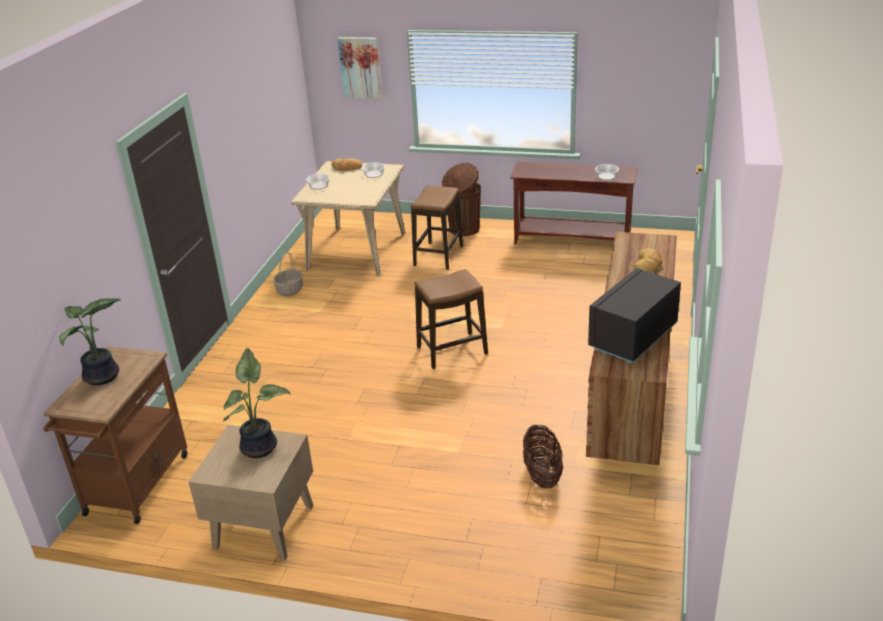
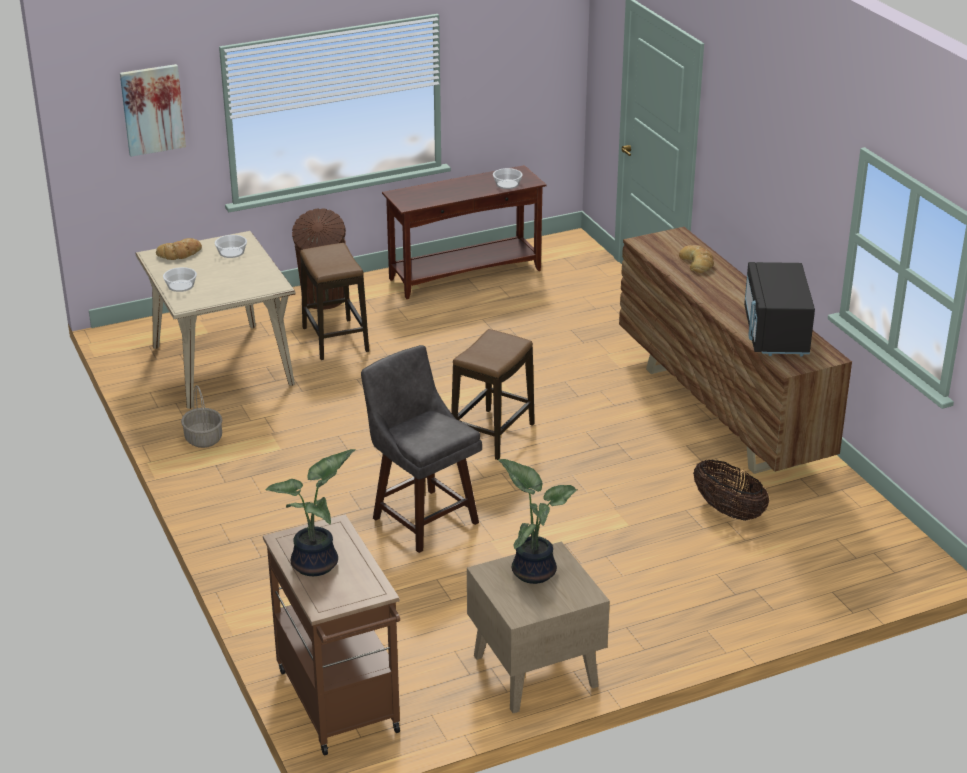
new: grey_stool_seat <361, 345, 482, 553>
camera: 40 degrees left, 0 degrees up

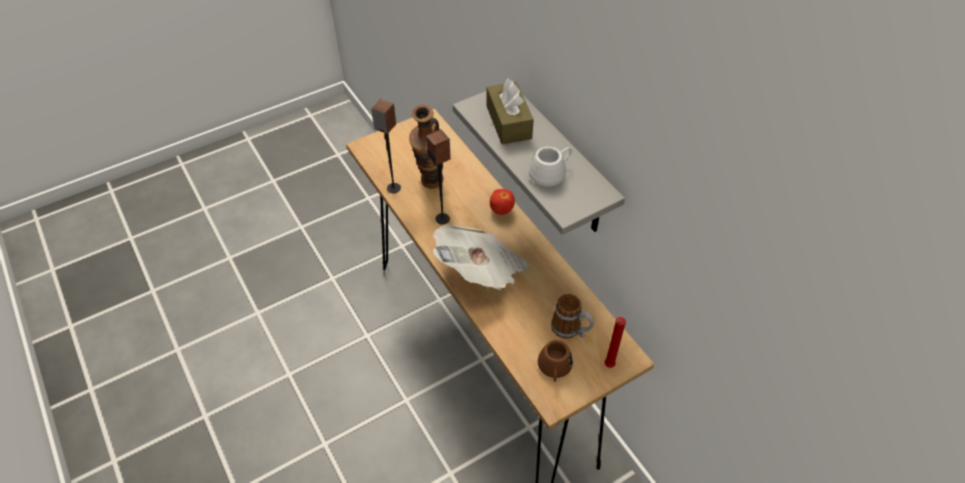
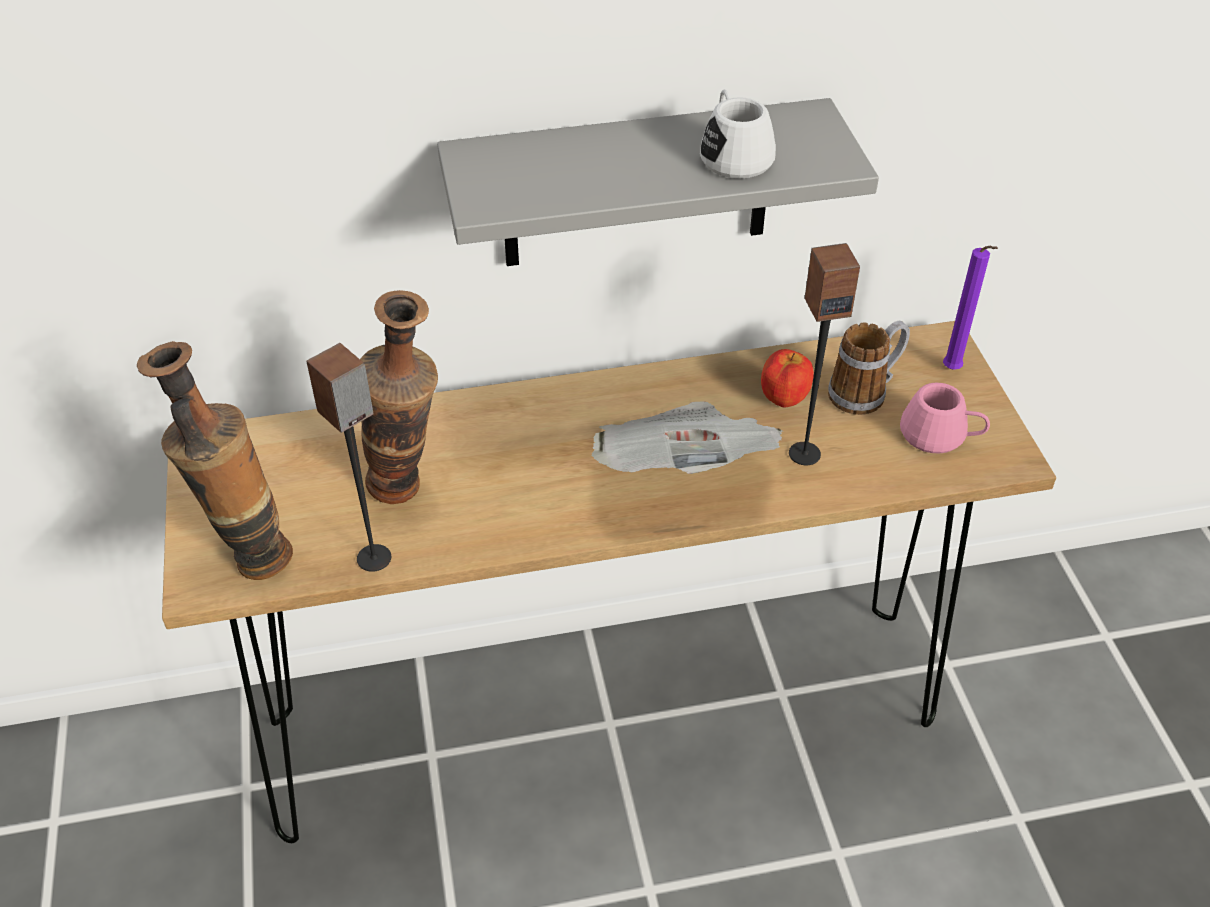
gone: brown_tissue_holder <486, 79, 534, 144>
new: vase <137, 341, 293, 580>
shifted: loudspeaker <426, 129, 451, 224> to <789, 243, 860, 465>; apple_fruit <490, 189, 515, 215> to <761, 349, 814, 407>
repainted: brown_mug <538, 340, 573, 382> to pink_mug <900, 383, 990, 453>; red_wax_candle <604, 317, 626, 368> to purple_wax_candle <943, 246, 998, 369>
camera: 70 degrees left, 5 degrees down

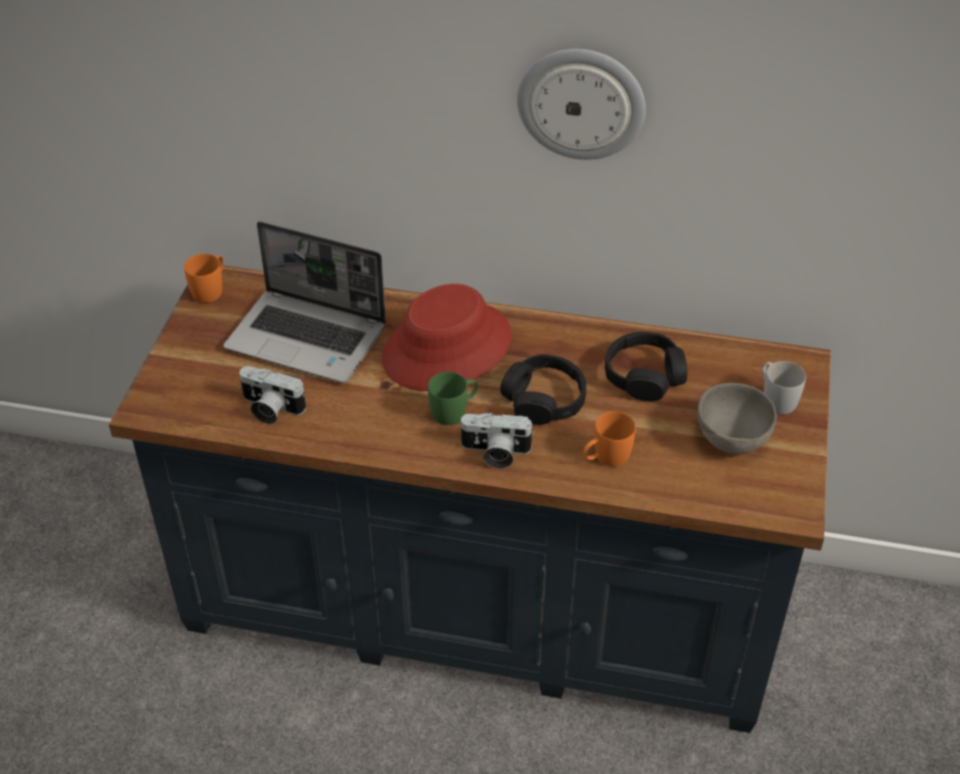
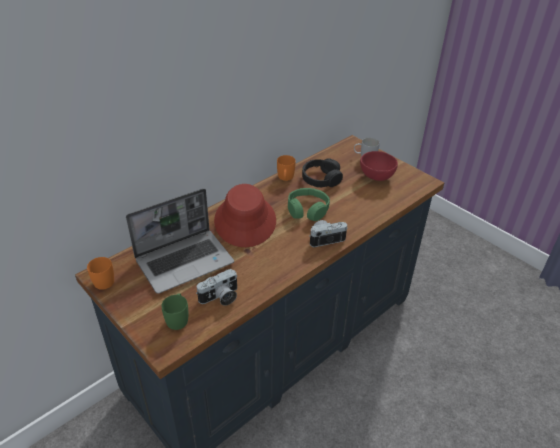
gone: wall_clock <517, 49, 646, 160>
shifted: green_mug <428, 372, 478, 425> to <161, 293, 188, 330>; orangey_mug <583, 412, 636, 467> to <277, 155, 296, 181>
repainted: blackish_headset <500, 354, 586, 425> to green_headset <288, 188, 330, 221>; grey_serving_bowl <697, 383, 777, 454> to red_serving_bowl <360, 151, 398, 181>
rotated: still_camera <458, 413, 535, 469> = <309, 220, 348, 247> 150 degrees counterclockwise
camera: 55 degrees left, 5 degrees down

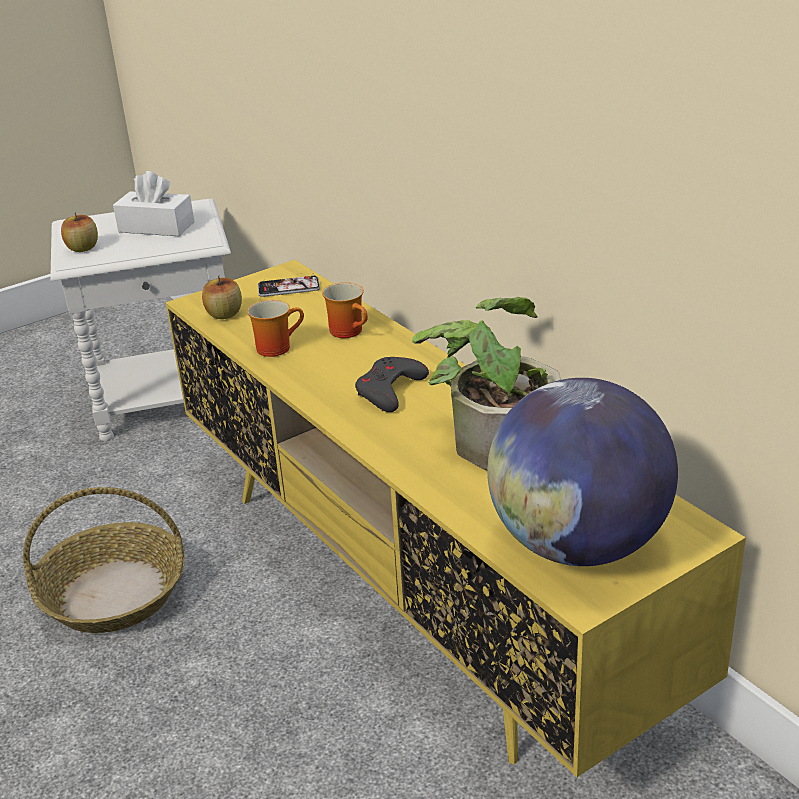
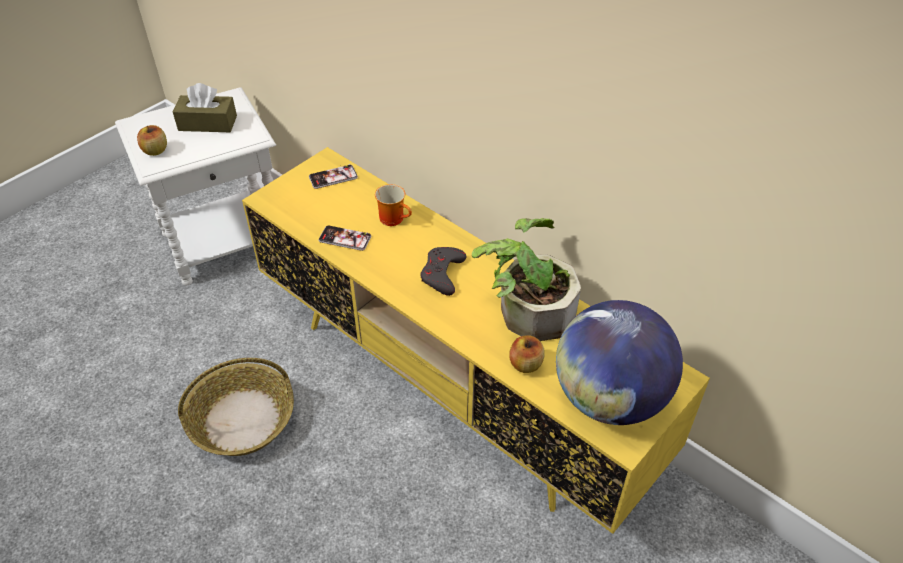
shifted: apple_fruit <202, 276, 242, 319> to <509, 335, 544, 373>
swapped: mug <247, 300, 304, 357> to phone <318, 225, 372, 251>
repainted: white_tissue_holder <113, 171, 194, 236> to brown_tissue_holder <173, 83, 237, 132>
camera: 15 degrees left, 15 degrees up

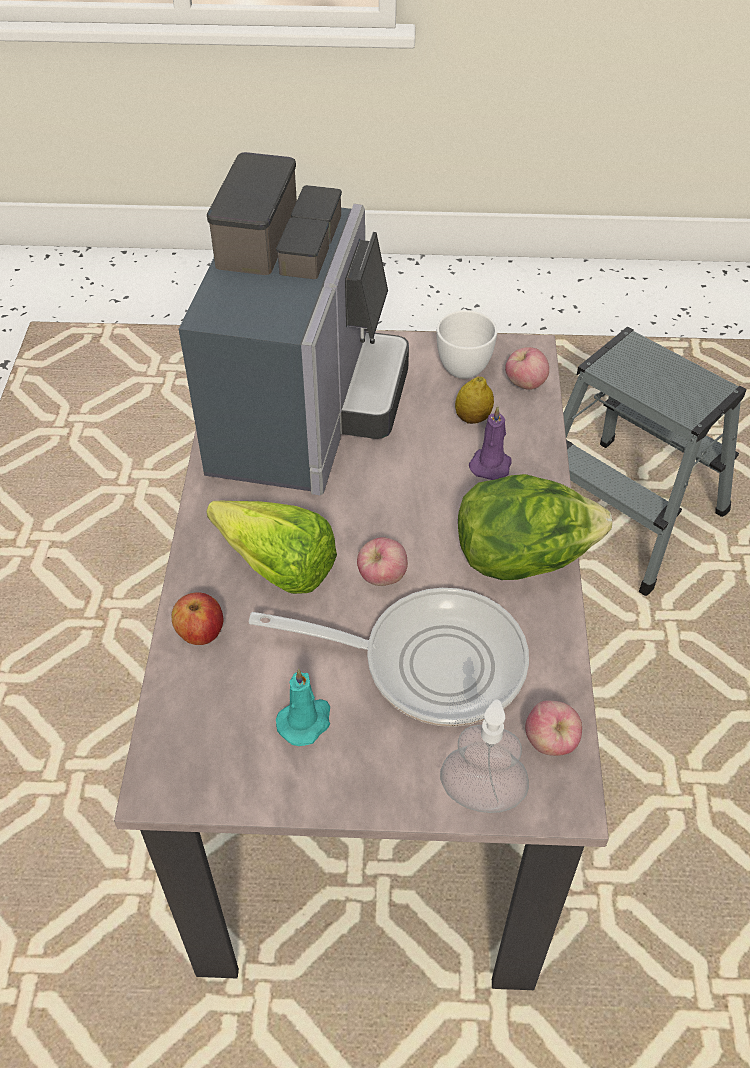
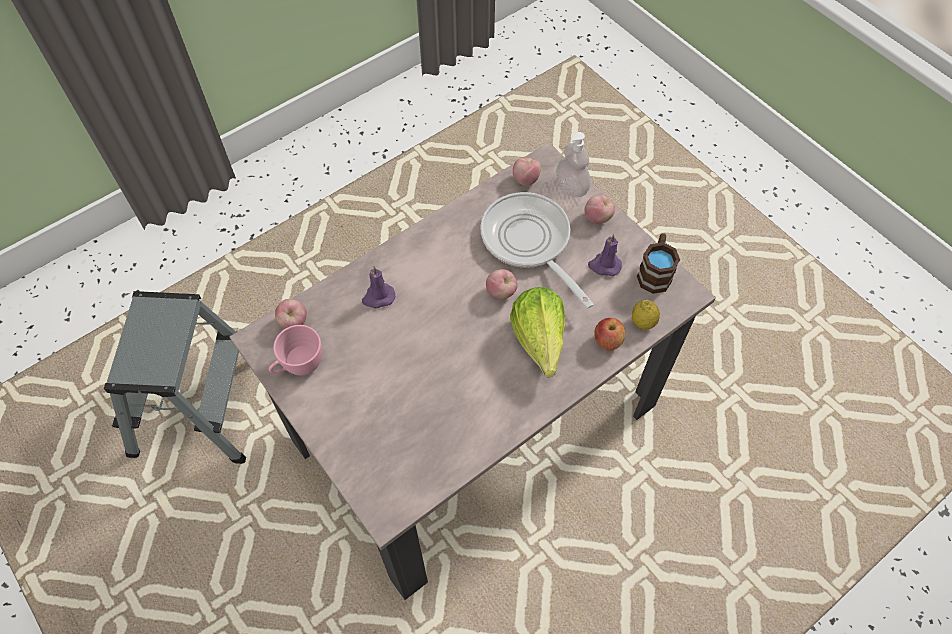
gone: coffee_maker <179, 152, 409, 495>; head_of_lettuce <458, 474, 612, 580>
new: apple_fruit <584, 195, 615, 224>; brown_mug <637, 233, 680, 294>
shifted: whole_lemon <455, 377, 494, 424> to <632, 300, 660, 329>
repainted: turquoise_wax_candle <276, 669, 330, 746> to purple_wax_candle <588, 234, 622, 276>; white_small_cup <437, 310, 497, 379> to pink_small_cup <269, 325, 322, 375>
camera: 130 degrees left, 10 degrees up

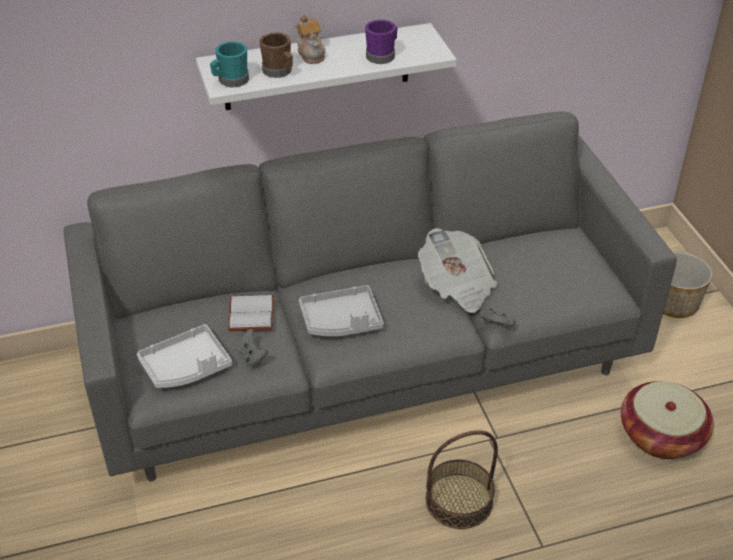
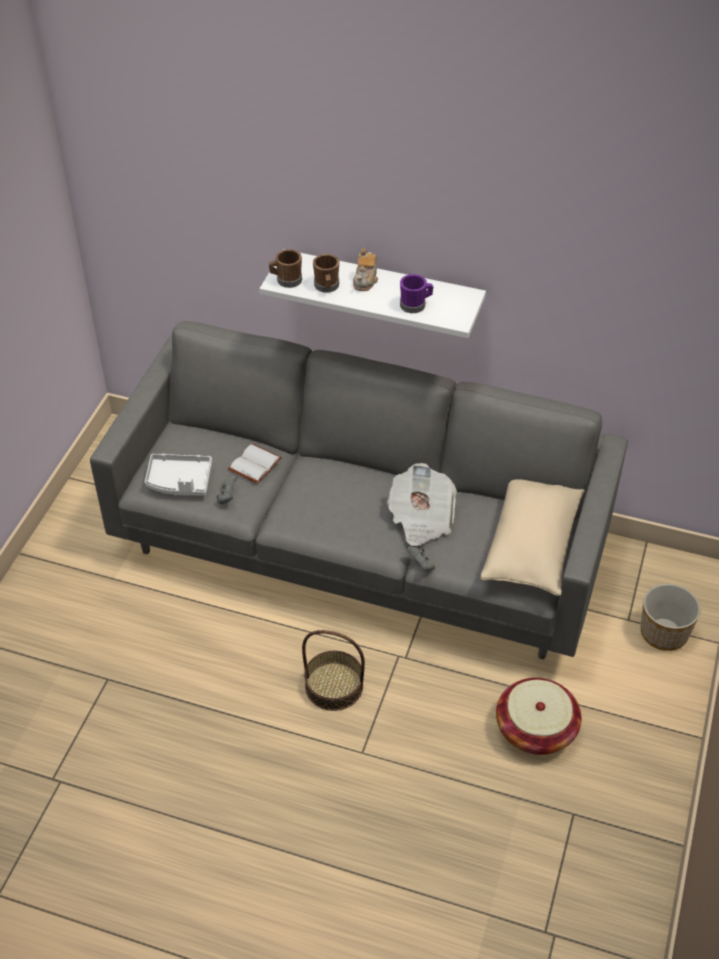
gone: grey_carrying_tray <299, 285, 384, 337>
new: beige-coloured_throw_pillow <480, 479, 585, 596>
repainted: turquoise_mug <210, 42, 249, 87> to brown_mug <269, 249, 302, 288>
camera: 35 degrees right, 5 degrees up

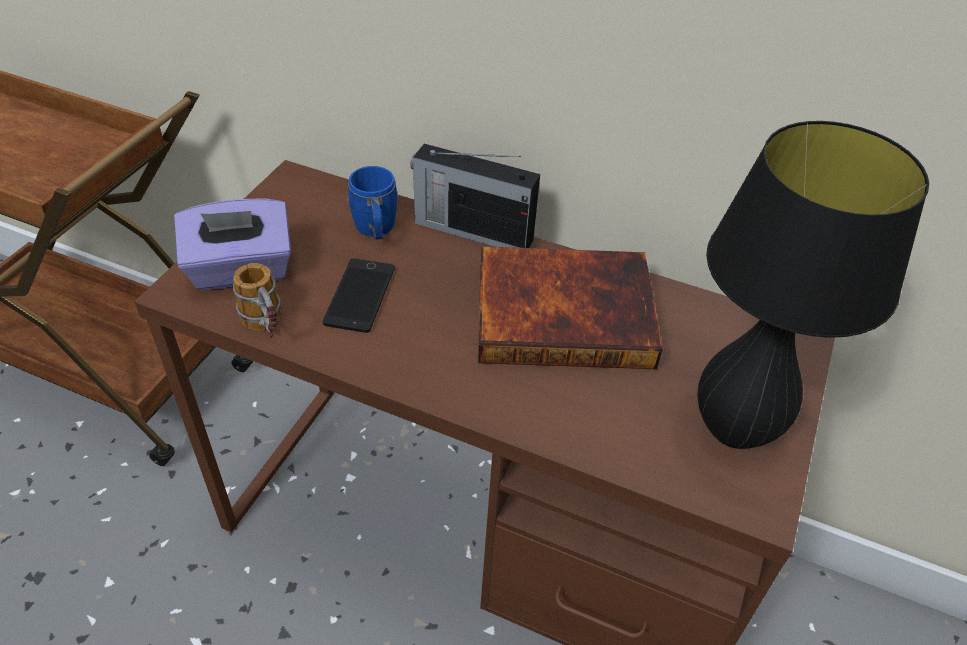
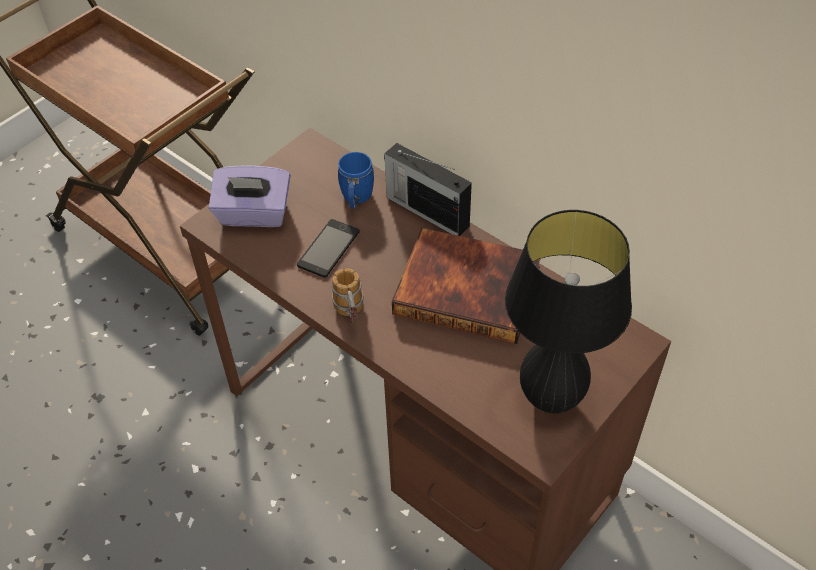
shifted: mug <233, 263, 281, 338> to <331, 268, 364, 326>
camera: 20 degrees right, 5 degrees up

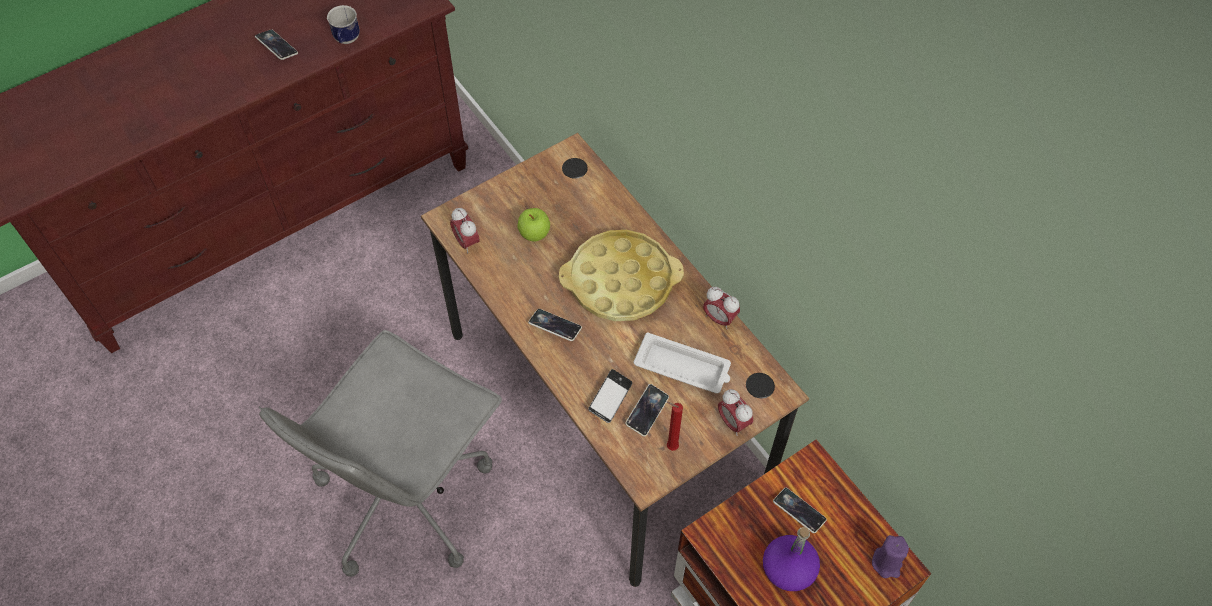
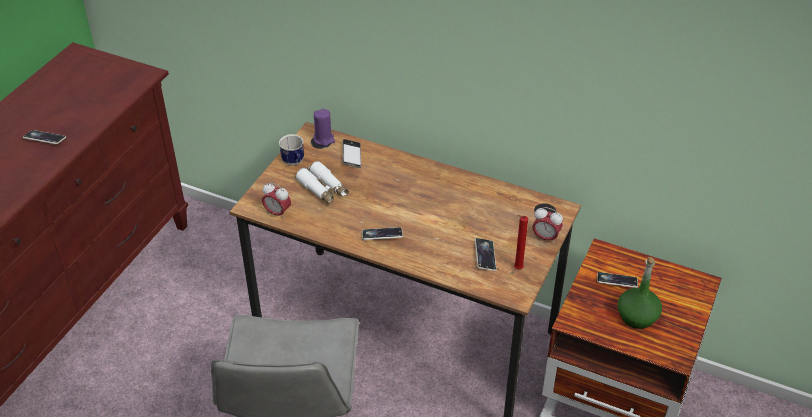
gone: yellowish_carrying_tray <559, 230, 684, 321>; white_carrying_tray <634, 332, 731, 394>; alarm_clock <703, 287, 740, 329>
shifted: mug <327, 5, 360, 44> to <279, 134, 304, 166>; phone <588, 369, 632, 423> to <343, 139, 361, 168>; purple_wax_candle <872, 535, 909, 578> to <314, 109, 335, 146>
swapped: apple_fruit <517, 208, 550, 241> to white_field_glasses <296, 161, 349, 205>
repainted: purple_drink_bottle <763, 527, 820, 591> to green_drink_bottle <618, 257, 662, 329>
camera: 30 degrees left, 15 degrees down

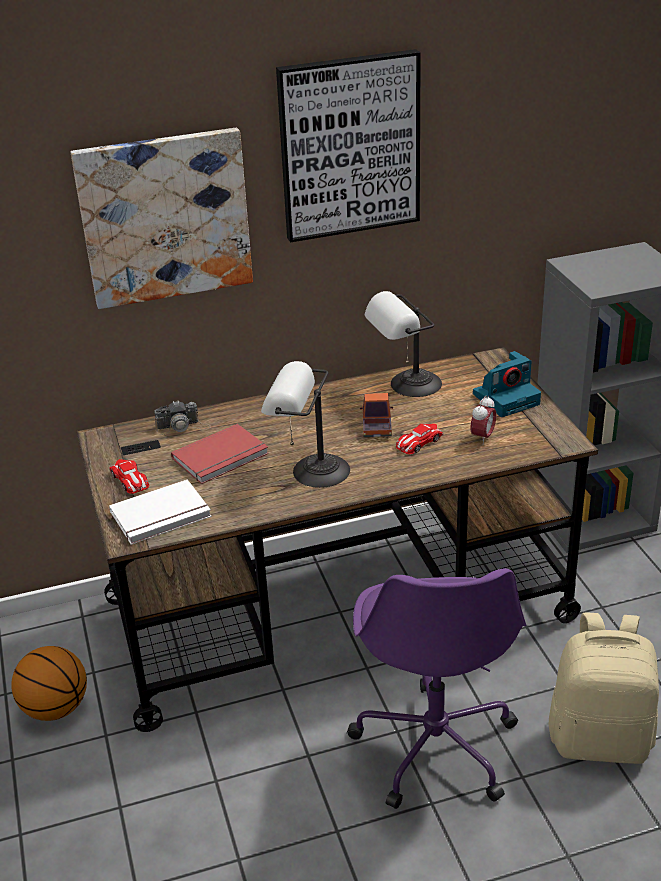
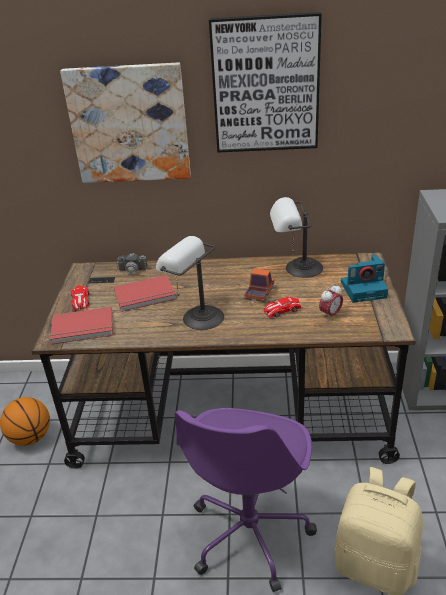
repainted: white_volume <109, 479, 211, 545> to red_volume <50, 307, 113, 344>
camera: 20 degrees right, 0 degrees up

